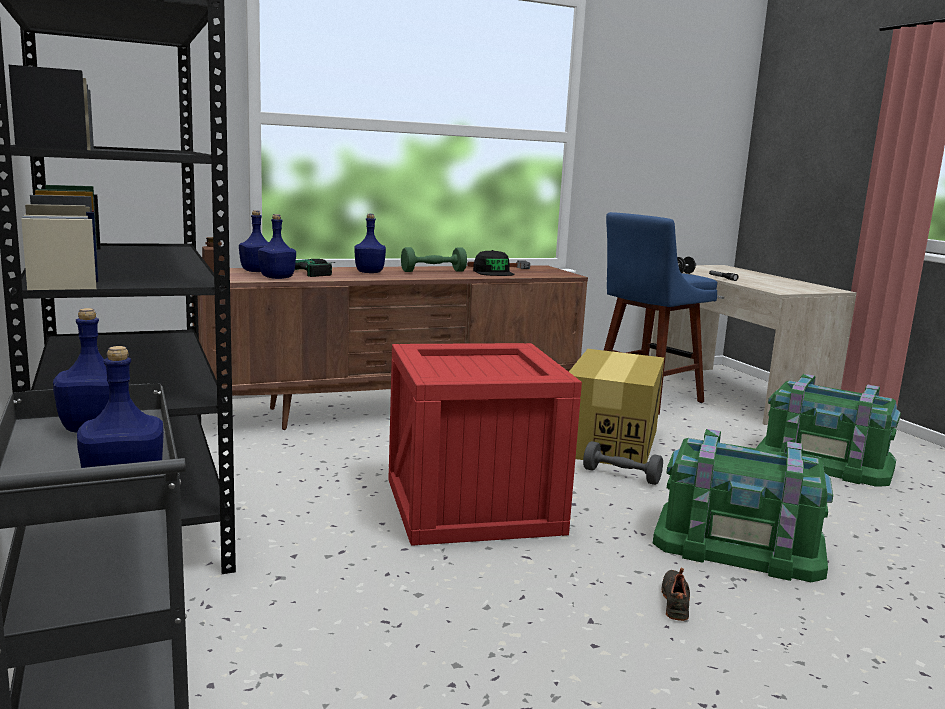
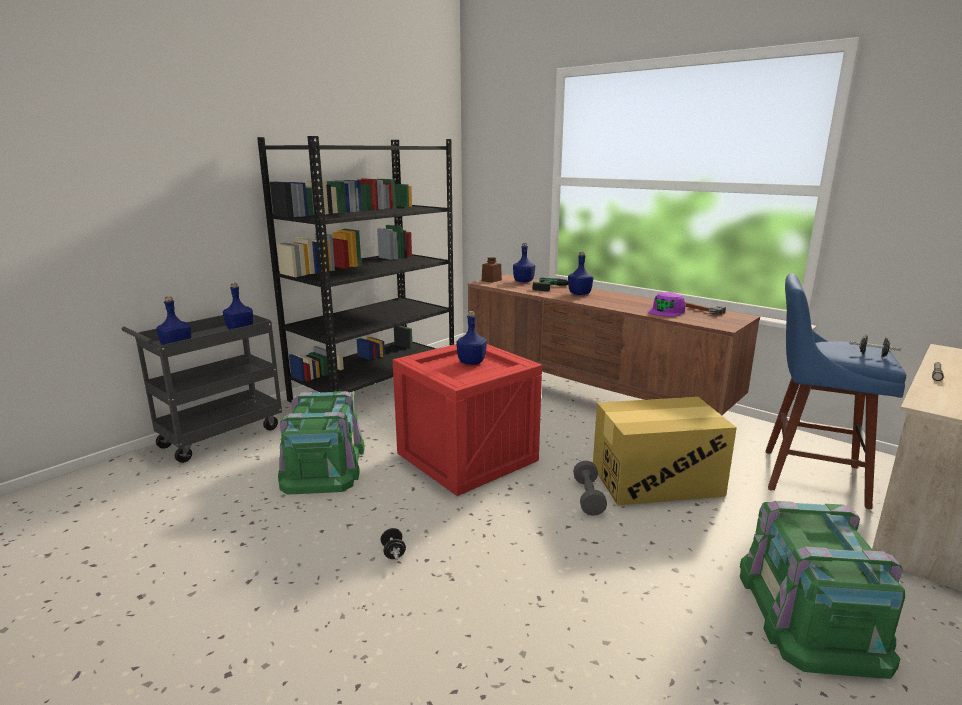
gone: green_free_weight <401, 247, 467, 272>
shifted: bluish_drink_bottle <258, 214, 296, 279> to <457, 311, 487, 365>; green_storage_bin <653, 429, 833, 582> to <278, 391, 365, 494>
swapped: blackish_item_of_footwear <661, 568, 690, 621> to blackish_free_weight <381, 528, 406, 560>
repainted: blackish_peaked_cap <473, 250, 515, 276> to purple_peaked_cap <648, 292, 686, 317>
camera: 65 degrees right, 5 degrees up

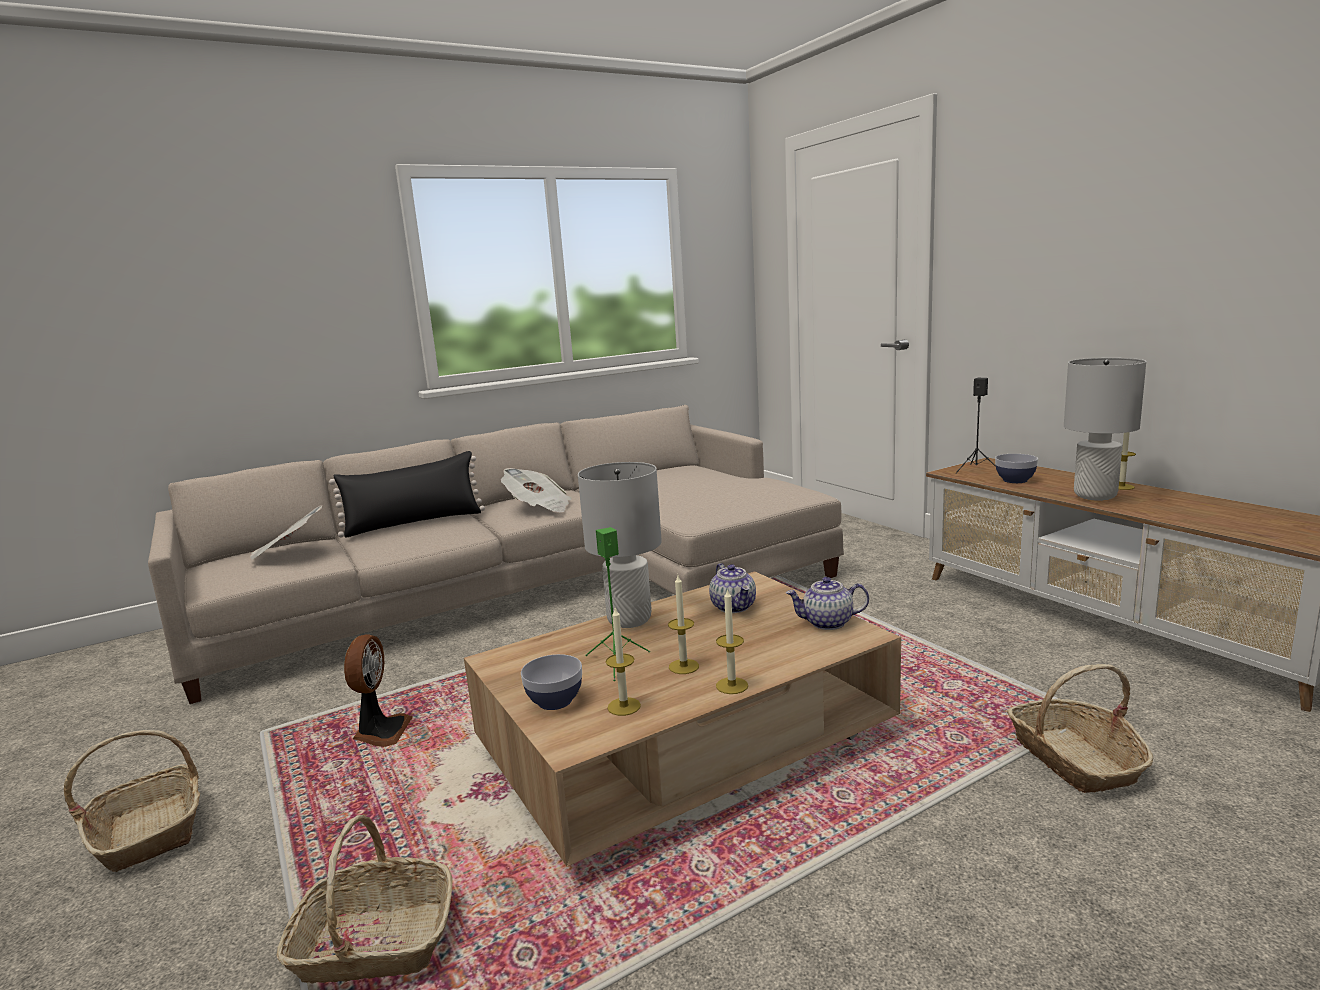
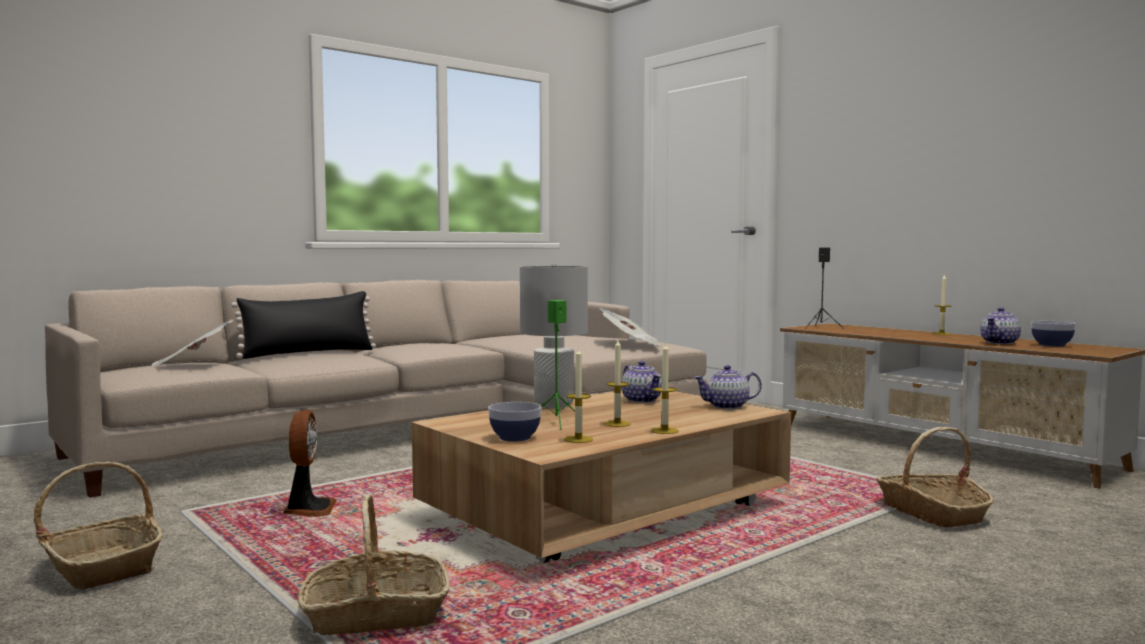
gone: grey_lamp_for_a_table <1064, 358, 1146, 501>
new: teapot <980, 307, 1021, 344>
shifted: newspaper <501, 468, 572, 513> to <600, 308, 660, 347>; serving_bowl <995, 454, 1038, 483> to <1031, 321, 1076, 347>
camera: 10 degrees left, 10 degrees down

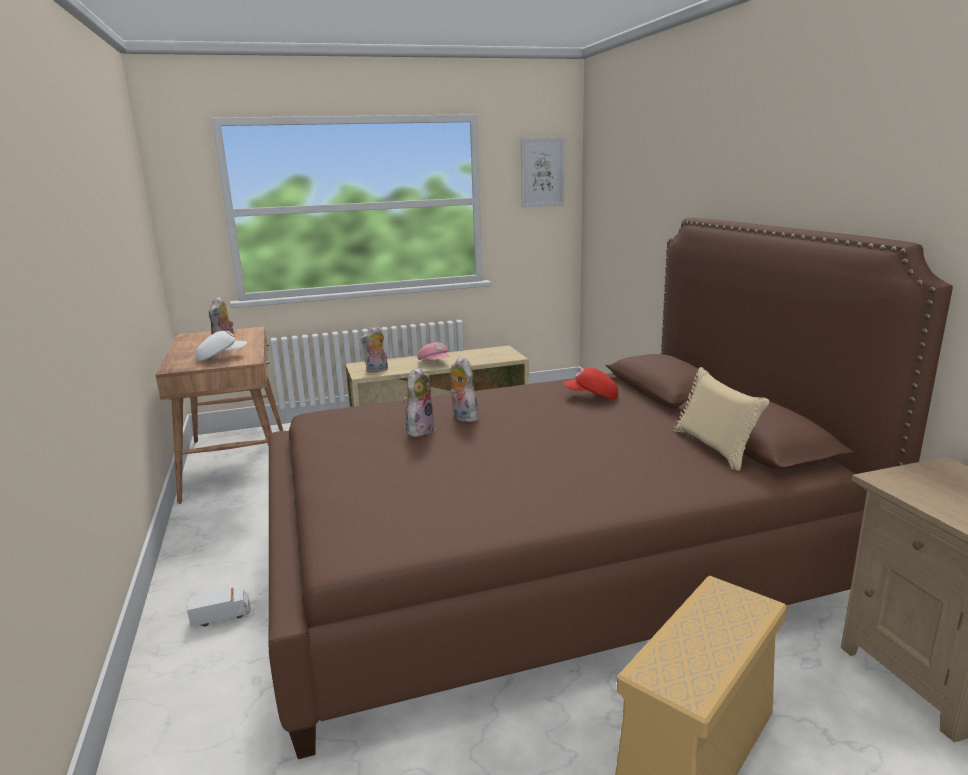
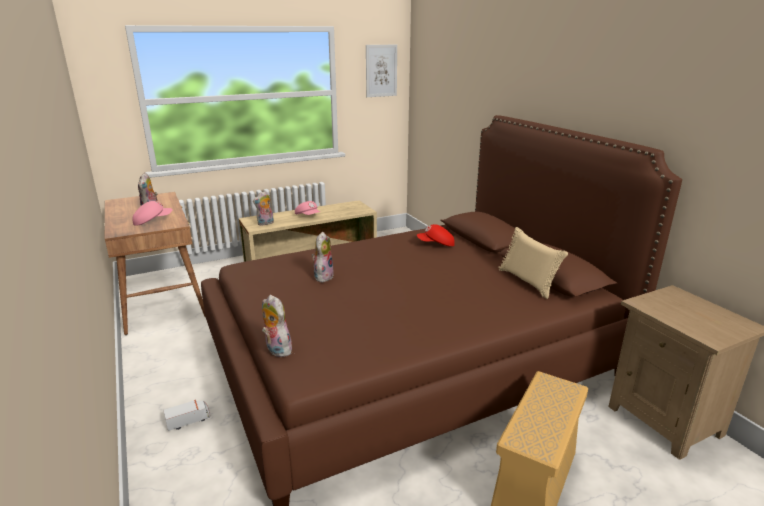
shifted: soft_toy <450, 356, 479, 422> to <262, 295, 294, 357>
repainted: white_peaked_cap <196, 330, 247, 361> to pink_peaked_cap <132, 201, 173, 226>
camera: 10 degrees left, 5 degrees up

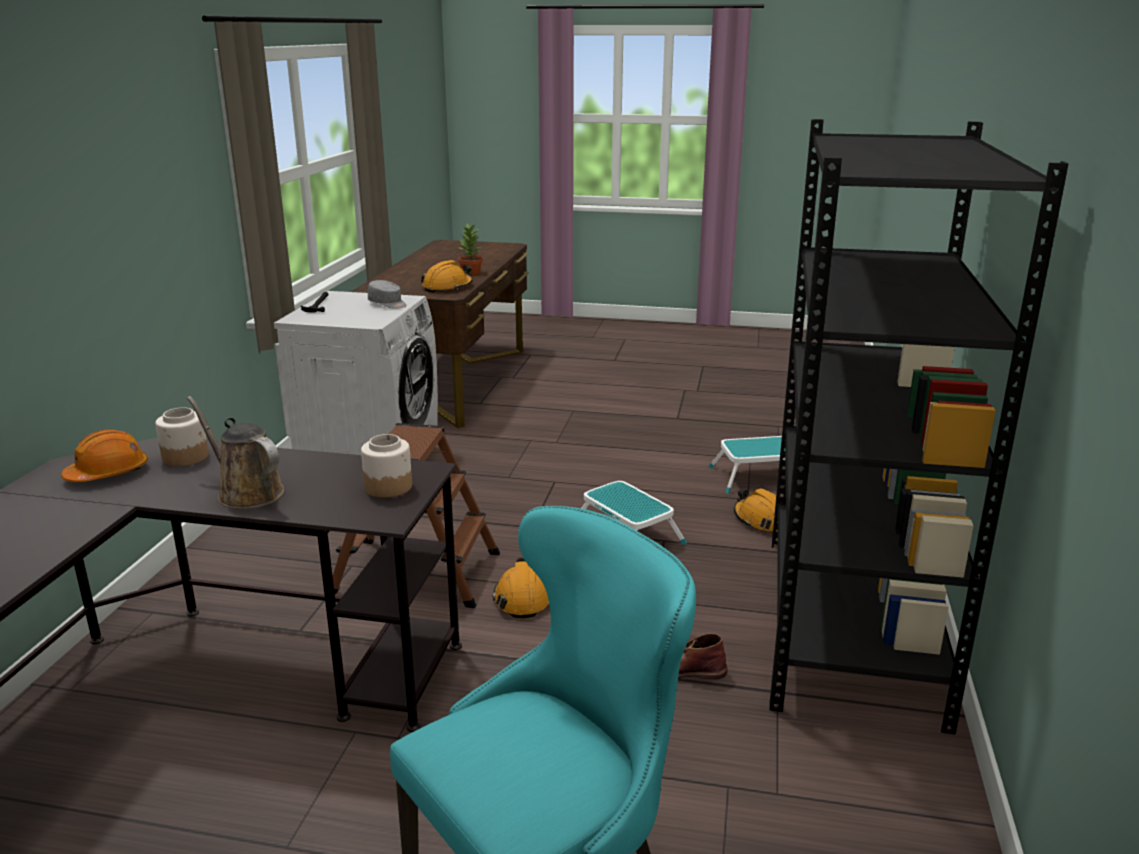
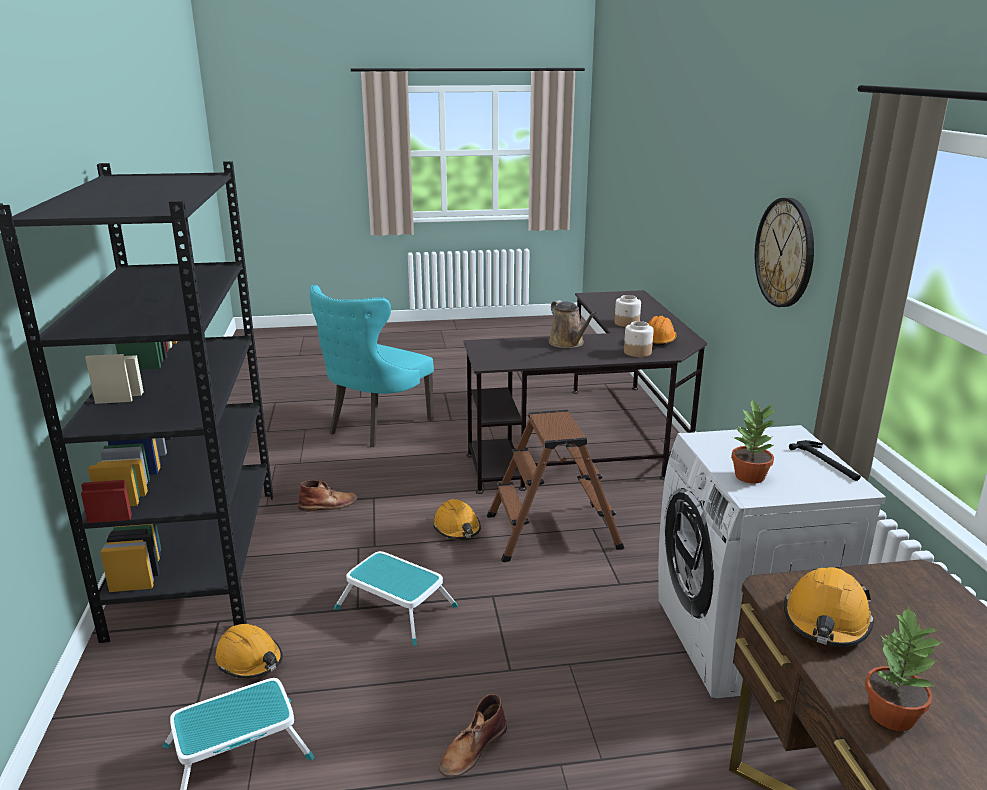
new: brown_tall_boot <439, 694, 507, 778>; wall_clock <755, 198, 814, 307>
shifted: preserve_jar <361, 434, 412, 498> to <615, 295, 641, 327>
swapped: grey_peaked_cap <368, 280, 407, 309> to potted_plant <731, 400, 777, 484>
rotated: brown_watering_can <187, 396, 284, 509> = <549, 300, 597, 348> 45 degrees clockwise
camera: 160 degrees right, 0 degrees up

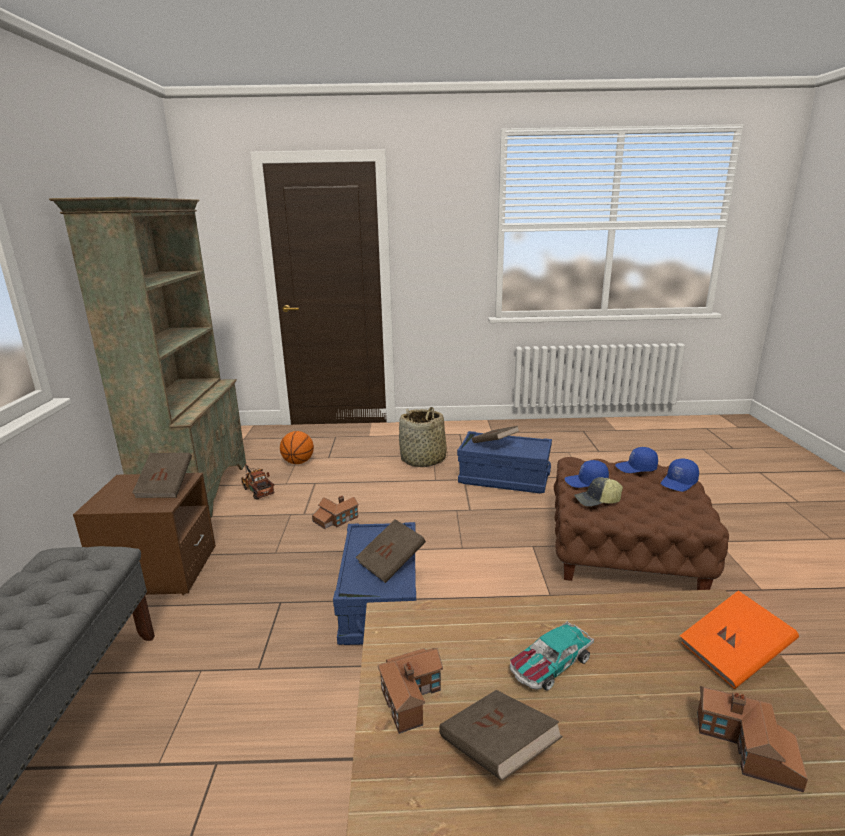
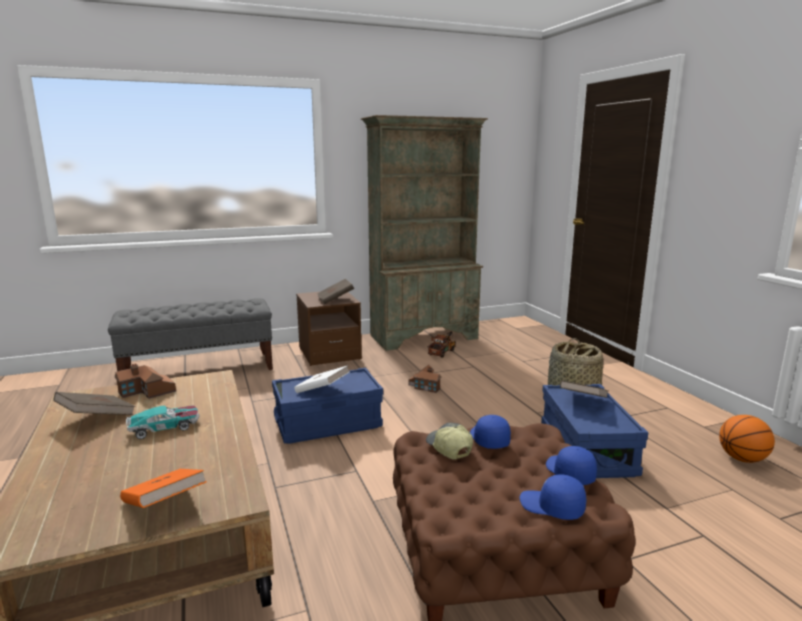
gone: miniature_house <697, 686, 808, 793>
shifted: basketball_ball <280, 431, 314, 464> to <719, 415, 775, 463>
repainted: brown_volume <356, 519, 426, 583> to white_volume <294, 365, 349, 393>
rotated: toy_car <510, 621, 594, 691> = <126, 405, 200, 439> 120 degrees clockwise
camera: 70 degrees right, 5 degrees down

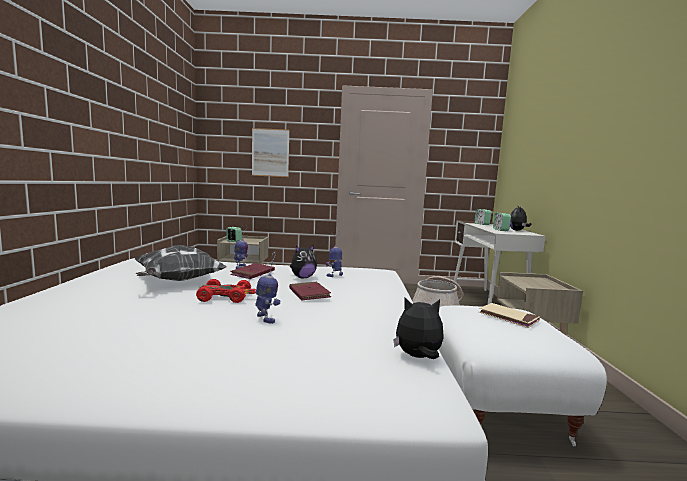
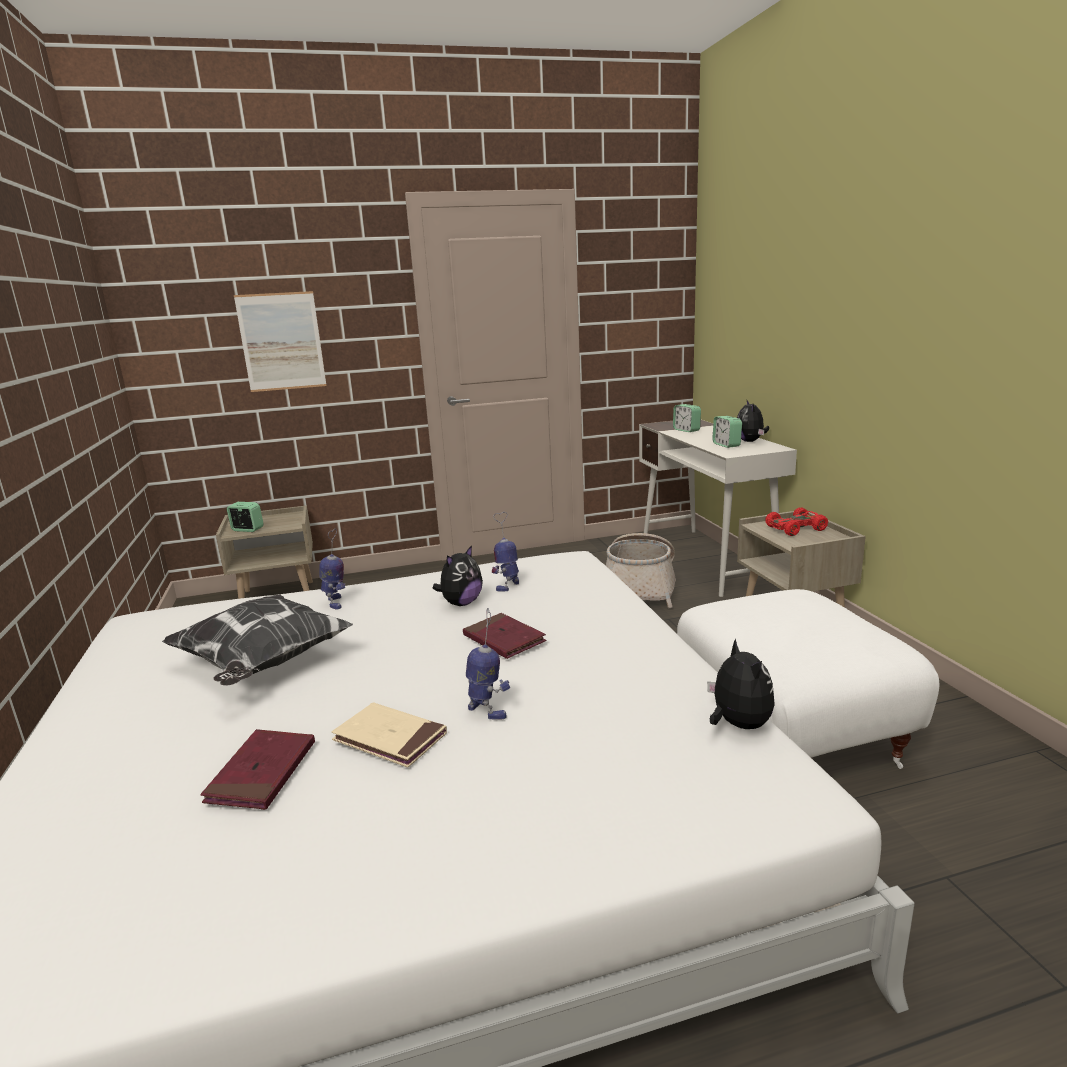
shifted: red_toy_car <196, 279, 256, 303> to <766, 507, 828, 536>; red_volume <230, 263, 275, 279> to <200, 729, 315, 810>; beige-coloured_volume <479, 303, 540, 328> to <331, 702, 447, 768>
rotated: soft_toy <393, 298, 444, 359> = <707, 638, 775, 729> 90 degrees clockwise
camera: 15 degrees left, 10 degrees up

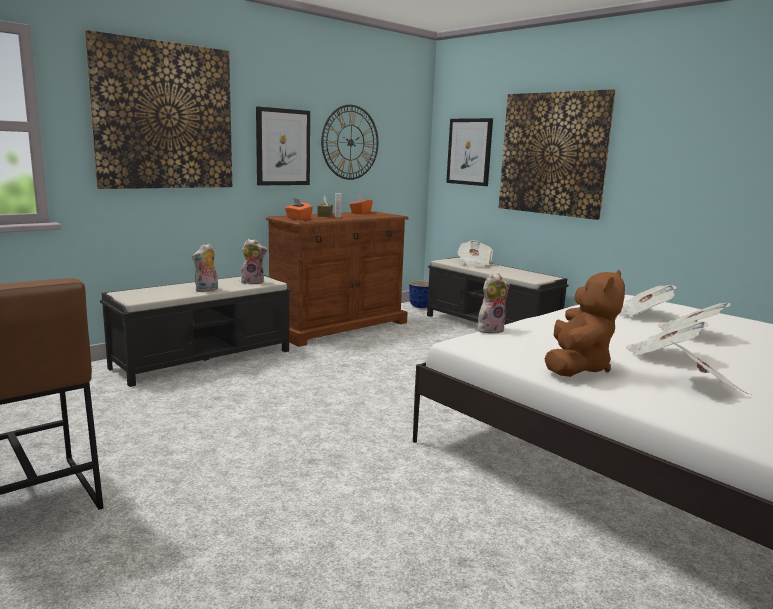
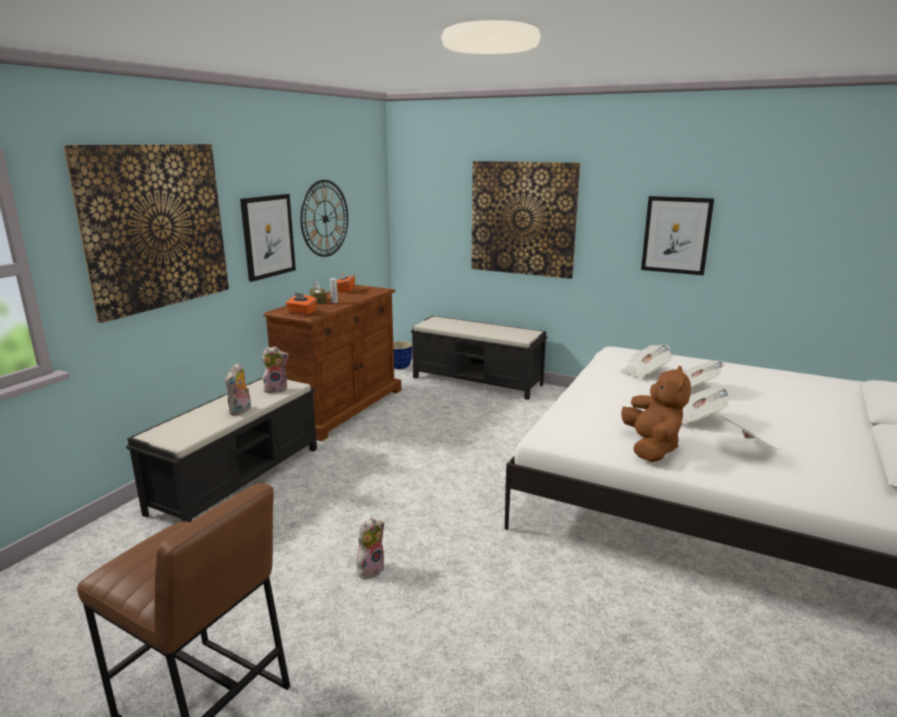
gone: newspaper <457, 240, 493, 268>
shifted: picture <446, 118, 493, 186> to <641, 196, 714, 275>; soft_toy <477, 273, 510, 334> to <357, 517, 384, 580>
camera: 20 degrees left, 5 degrees up

